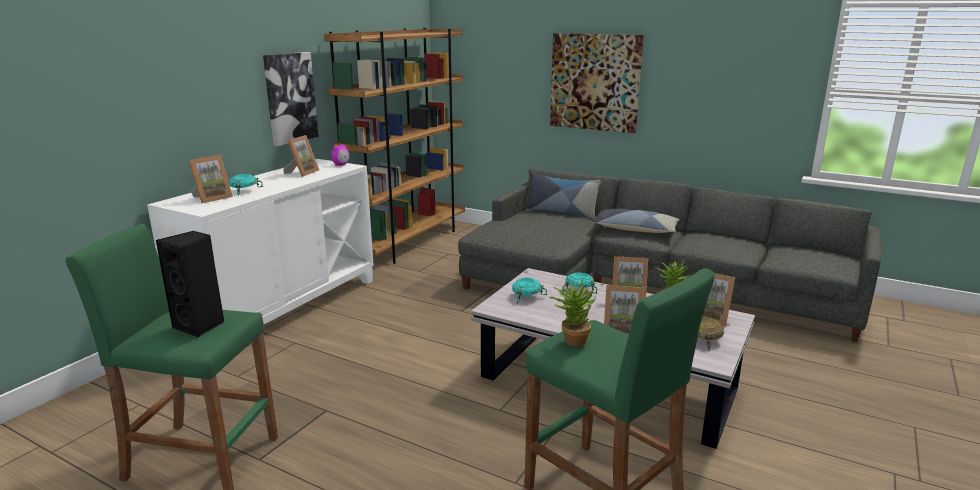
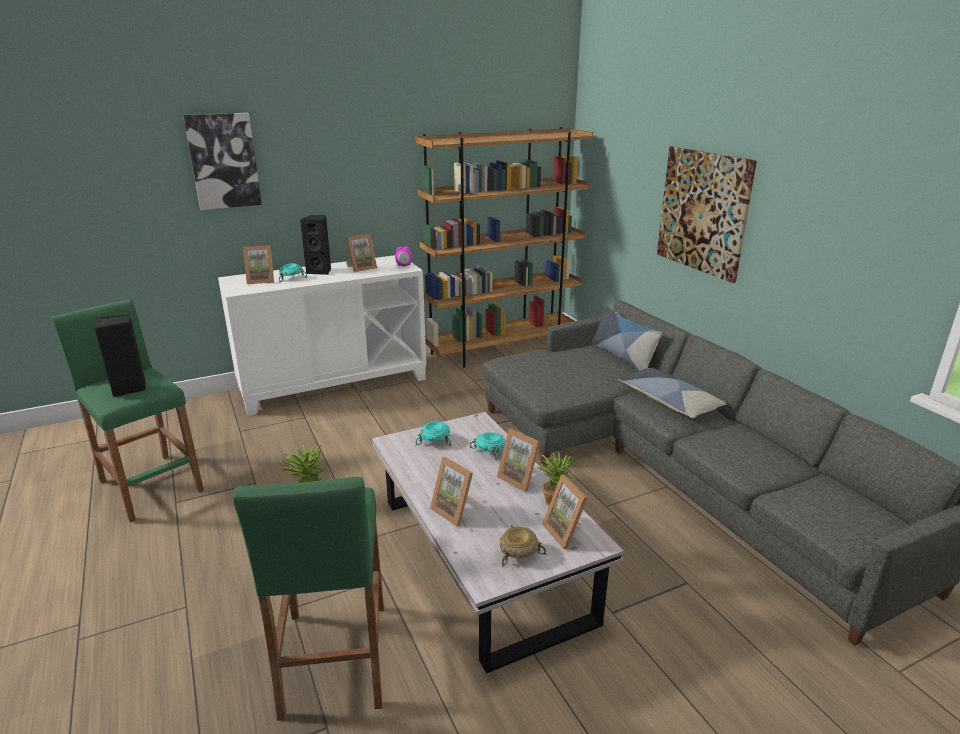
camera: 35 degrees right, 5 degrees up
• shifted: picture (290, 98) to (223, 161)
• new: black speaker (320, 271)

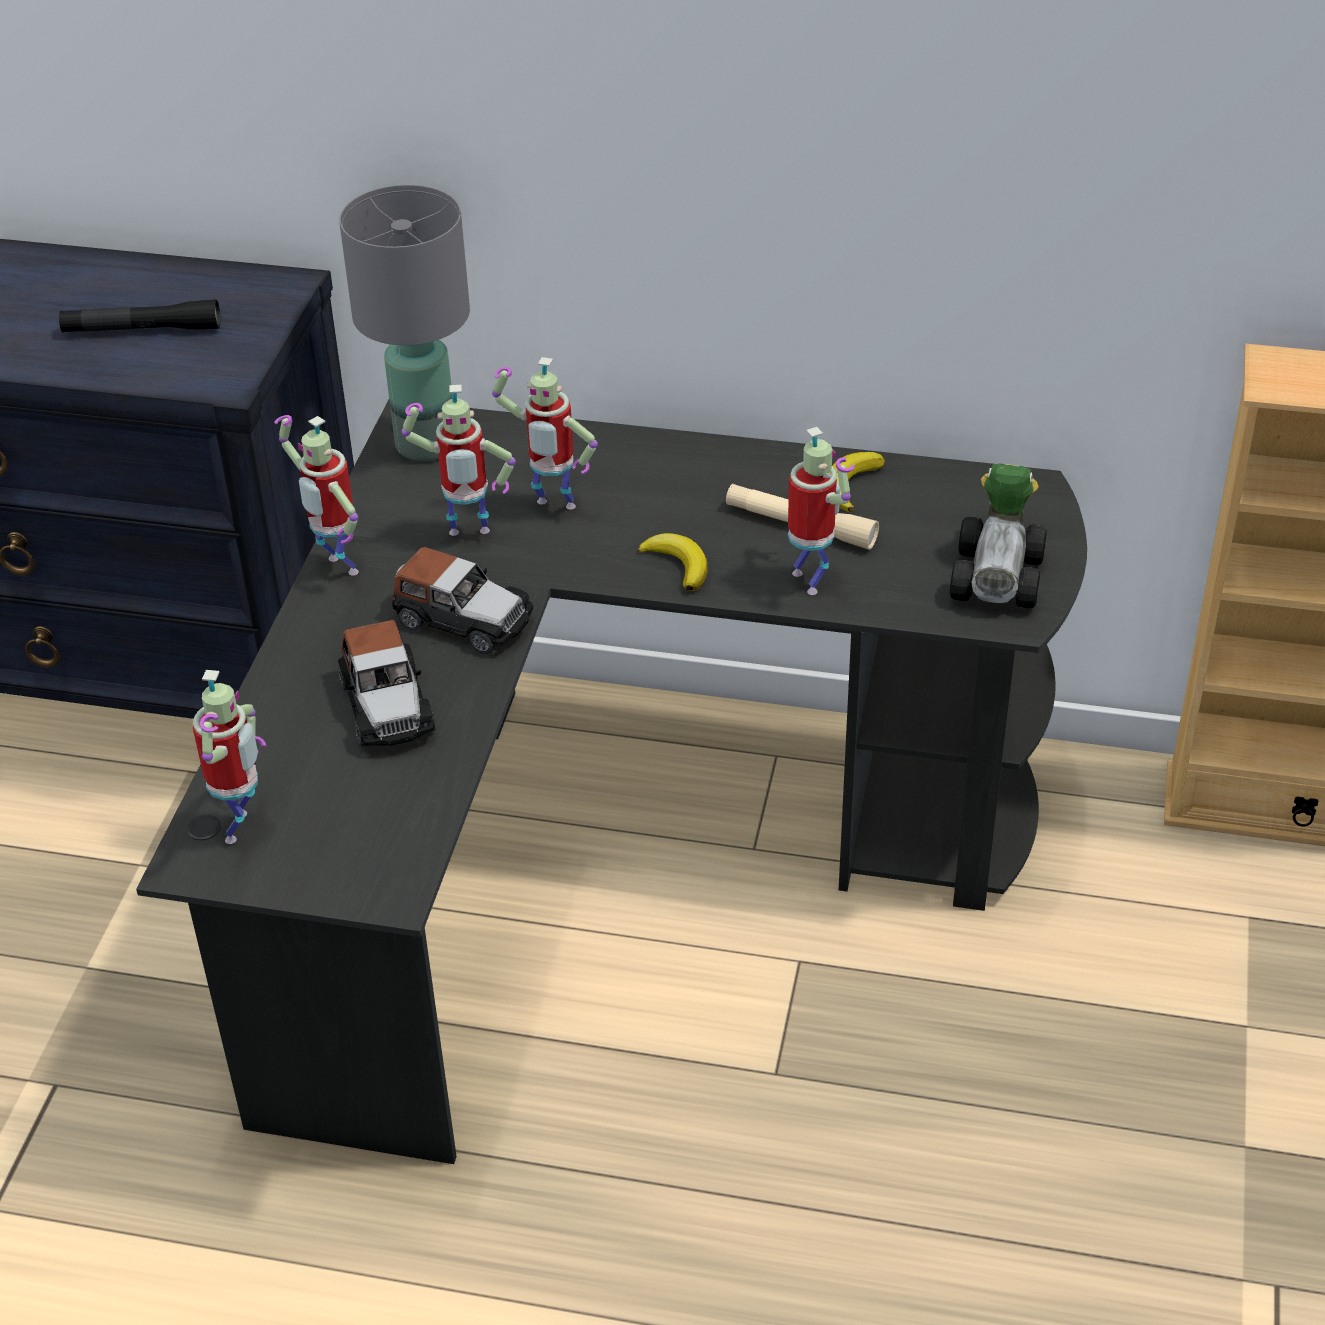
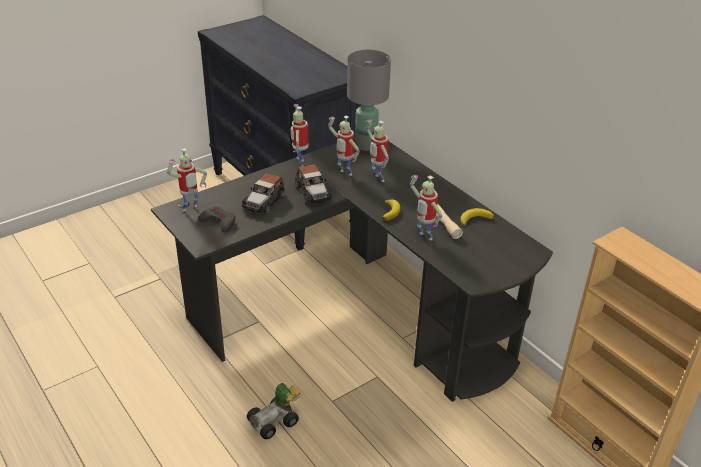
camera: 40 degrees right, 5 degrees down
• gone: black flashlight (142, 330)
• rotated: toy robot (811, 581) = (423, 237) 120 degrees clockwise
• shifted: toy car (1001, 573) to (276, 421)
• new: grey game controller (219, 222)

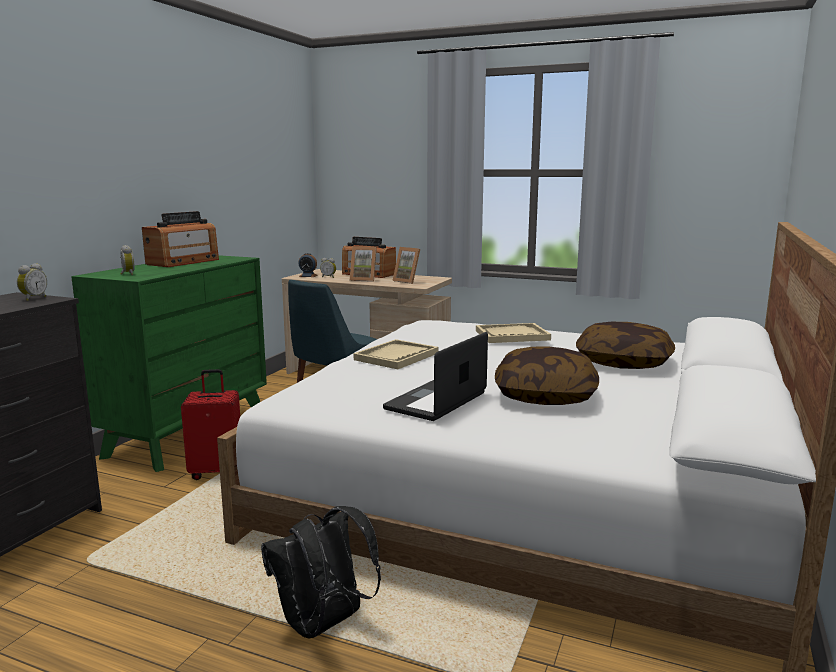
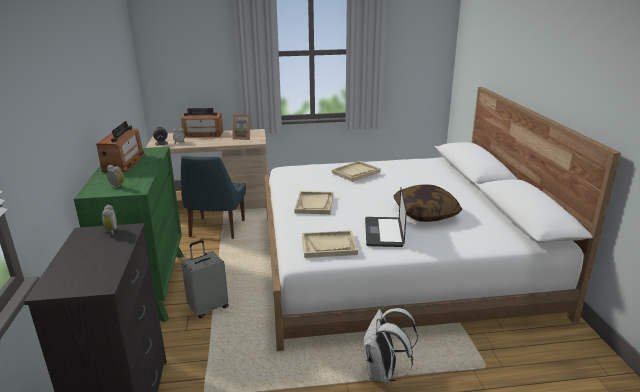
camera: 30 degrees left, 10 degrees up
• gone: picture frame (364, 279)
• gone: pillow (623, 362)
• repainted: red suitcase (217, 472) to grey suitcase (208, 308)
• repainted: black backpack (323, 625) to white backpack (383, 373)
• new: beige tray (329, 245)

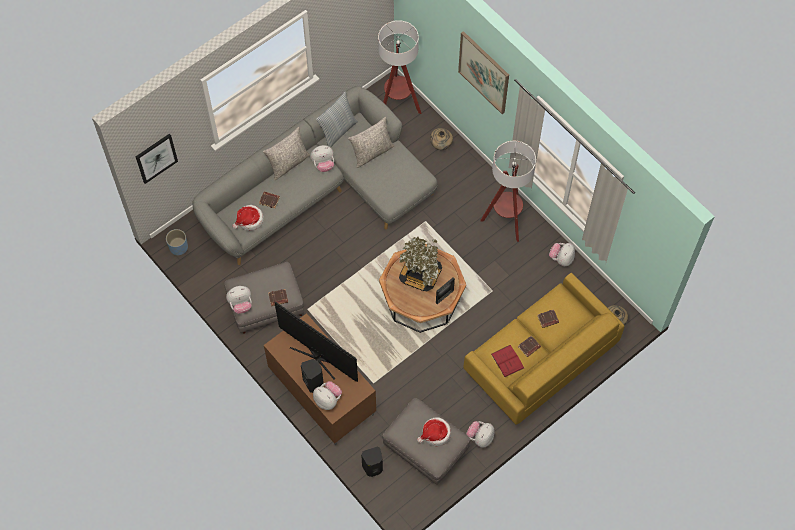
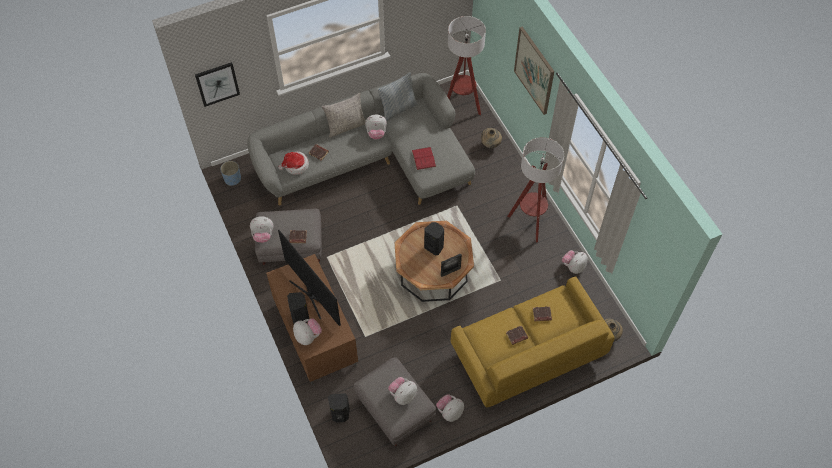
camera: 15 degrees right, 5 degrees down
• gone: grey pillow (372, 152)
• swapped: potted plant (420, 274) to black speaker (434, 247)
• shifted: red book (507, 361) to (423, 158)
• swapped: hat (435, 434) to plush toy (403, 395)

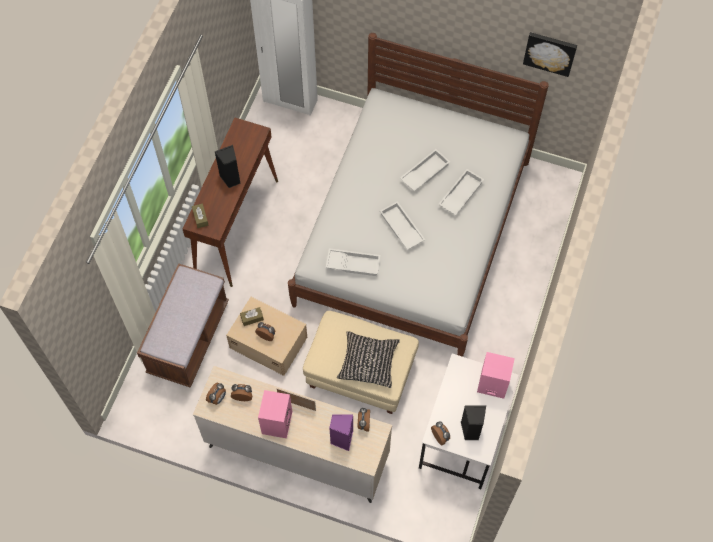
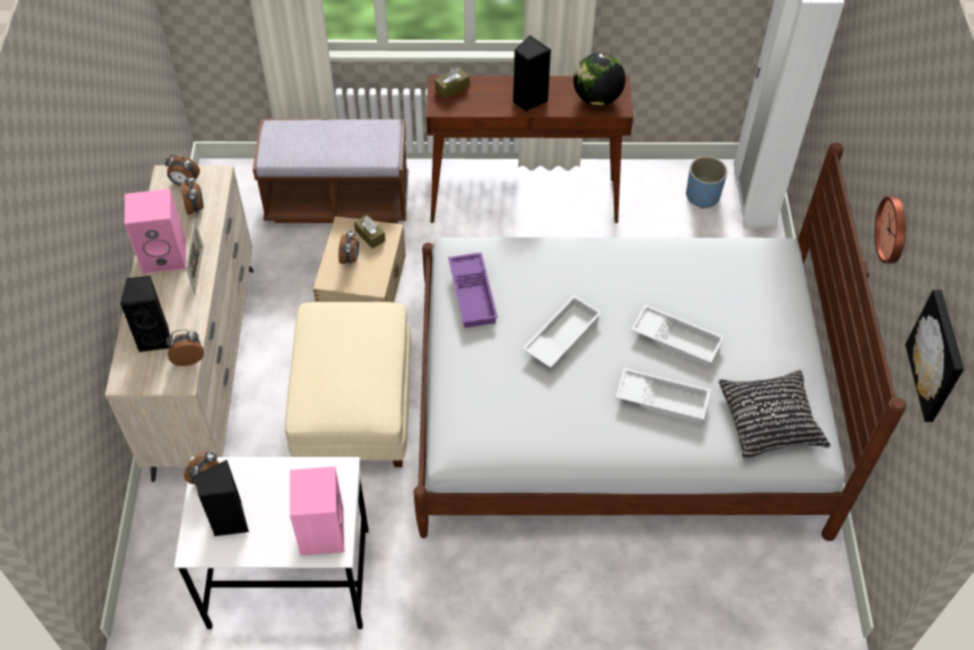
camera: 70 degrees right, 10 degrees down
• repainted: white tray (353, 263) to purple tray (474, 294)
• shifted: black pillow (368, 362) to (770, 420)
• repainted: purple speaker (341, 439) to black speaker (156, 338)
• new: globe (597, 98)
• new: blue planter (702, 196)
• new: wall clock (894, 230)

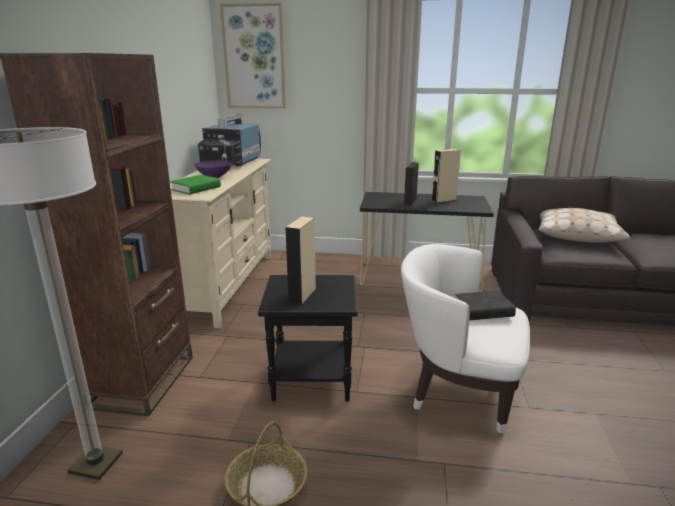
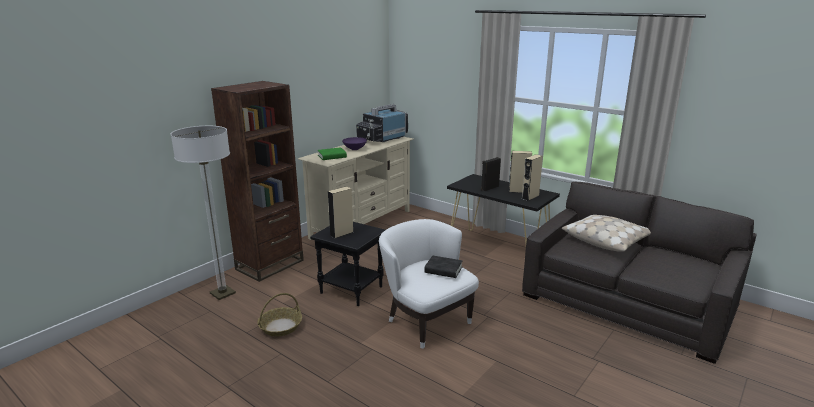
camera: 30 degrees right, 0 degrees up
• gone: picture (254, 57)
• new: beige speaker (530, 197)

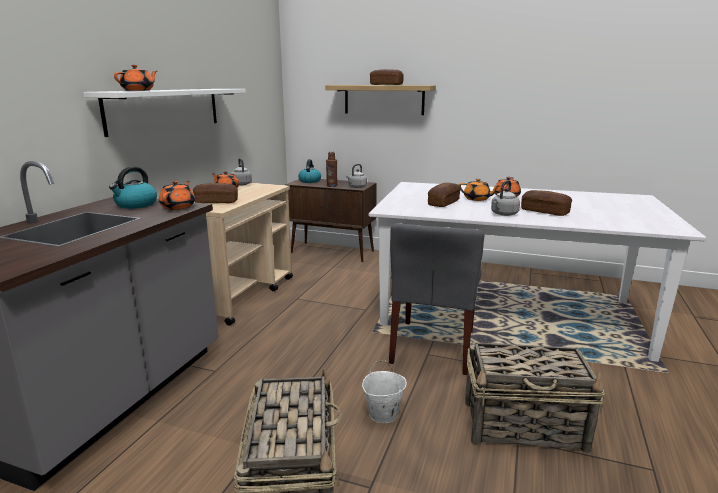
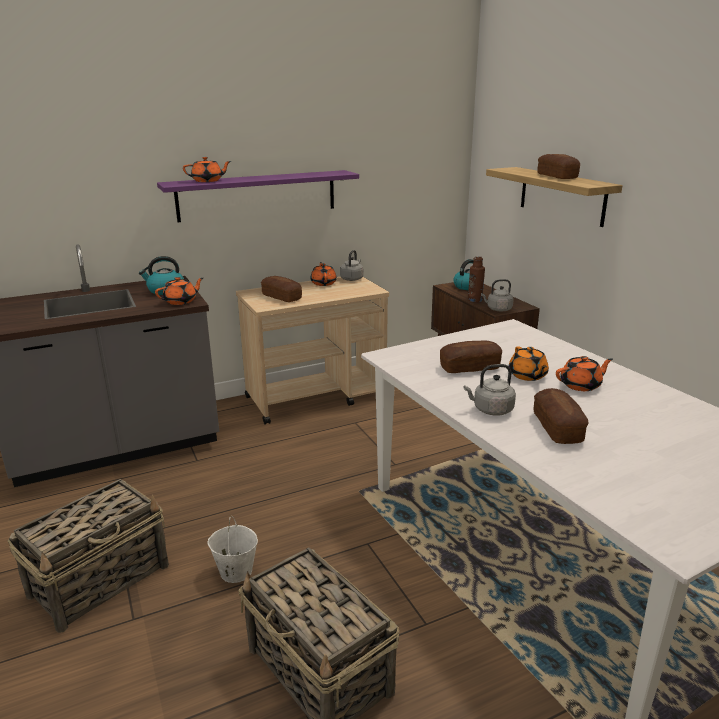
camera: 45 degrees right, 5 degrees up
• repainted: white shelf (165, 109) to purple shelf (258, 195)
• gone: grey chair (433, 347)

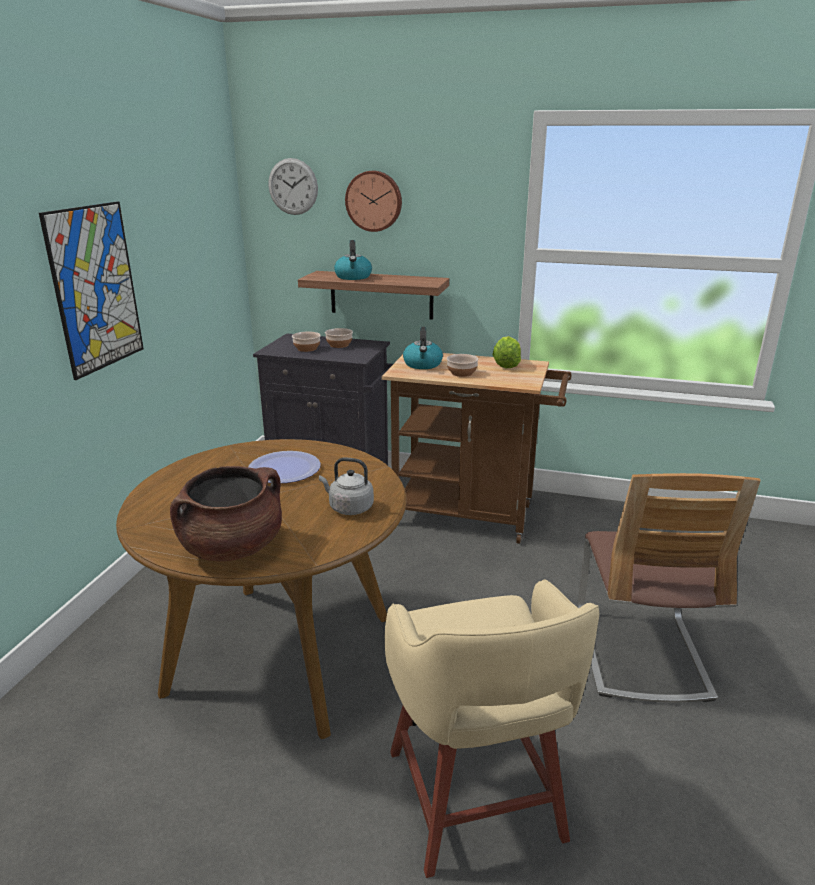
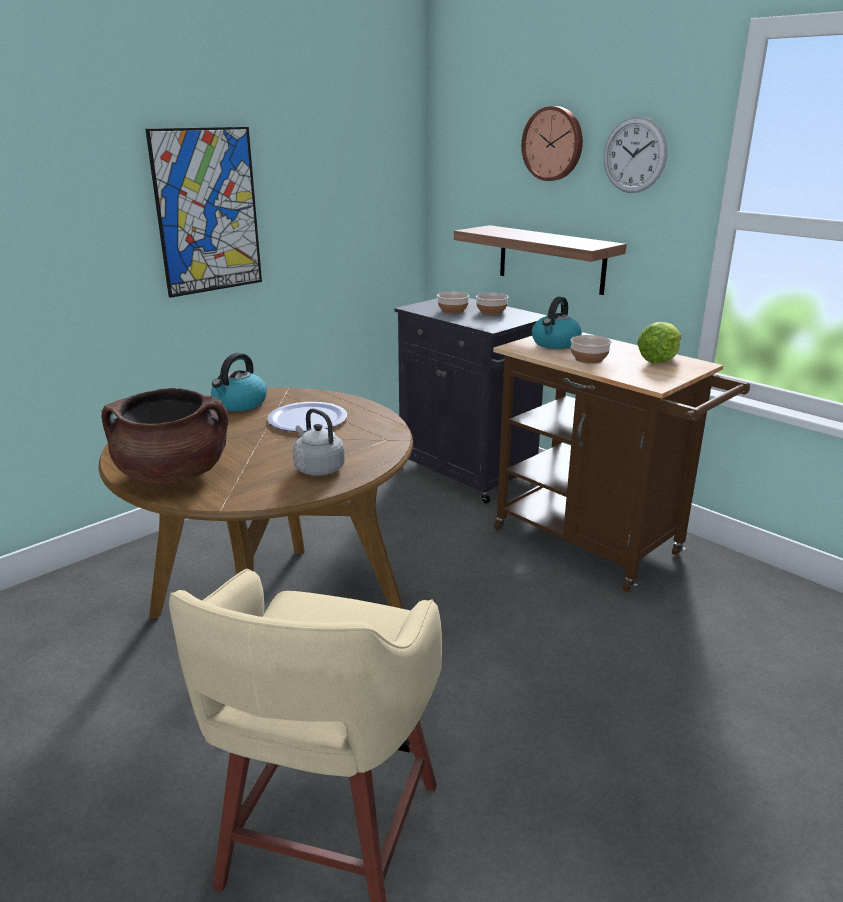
camera: 30 degrees right, 0 degrees up
• shifted: wall clock (293, 186) to (634, 155)
• shifted: kettle (353, 277) to (239, 404)
• gone: chair (640, 653)

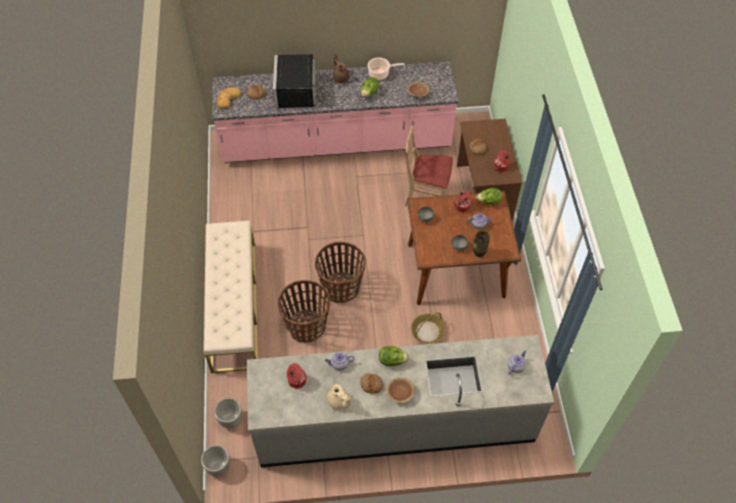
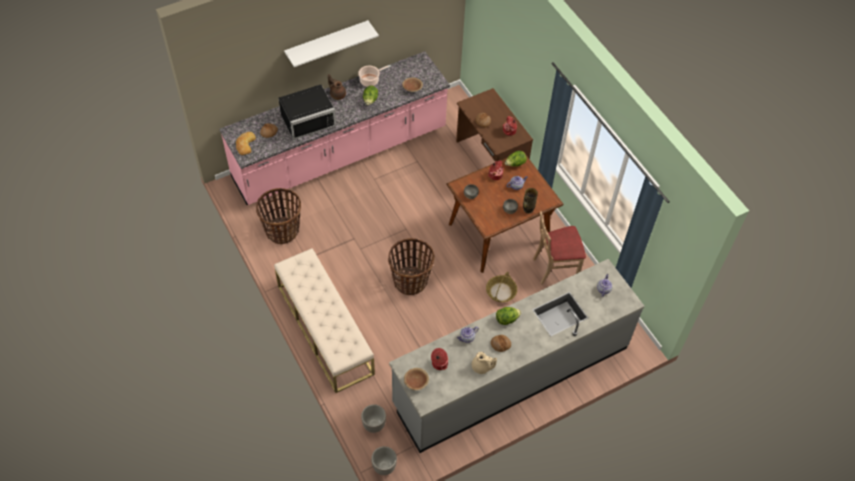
camera: 25 degrees left, 0 degrees up
• rotated: black microwave (299, 92) = (307, 118) 90 degrees counterclockwise
• shifted: beige chair (426, 196) to (555, 268)
• shifted: basket (306, 326) to (282, 231)
• shifted: brown bowl (400, 393) to (416, 382)
• new: white shelf (327, 42)

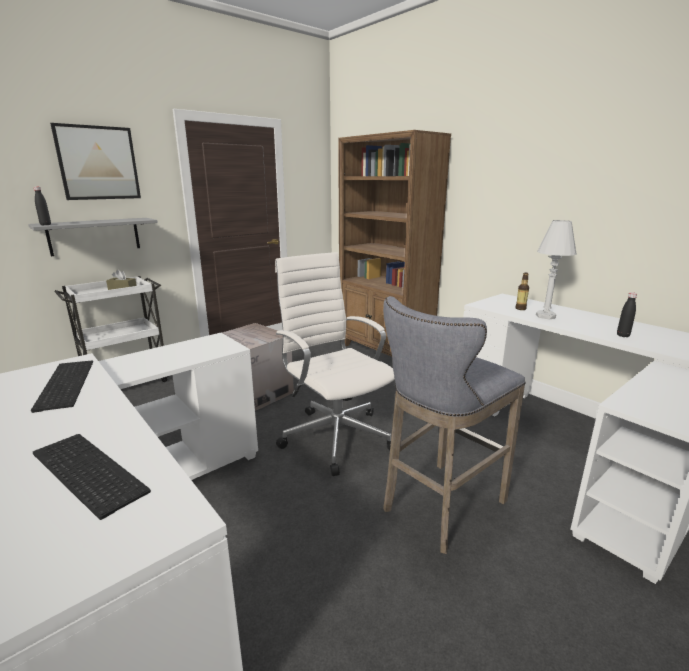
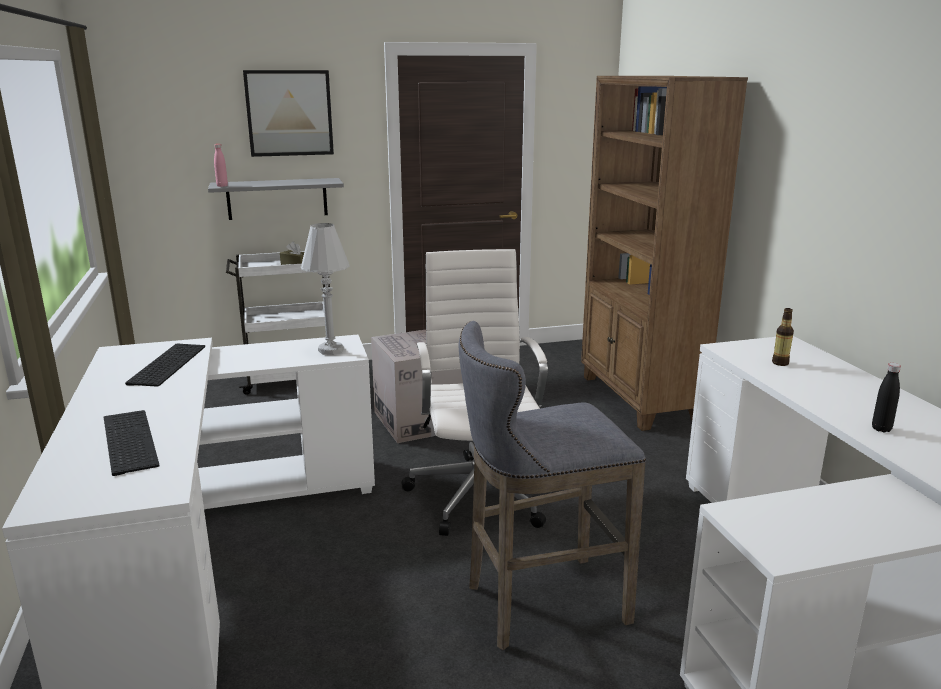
camera: 25 degrees right, 0 degrees up
• repainted: black bottle (45, 225) to pink bottle (222, 186)
• shifted: white table lamp (545, 316) to (330, 350)

